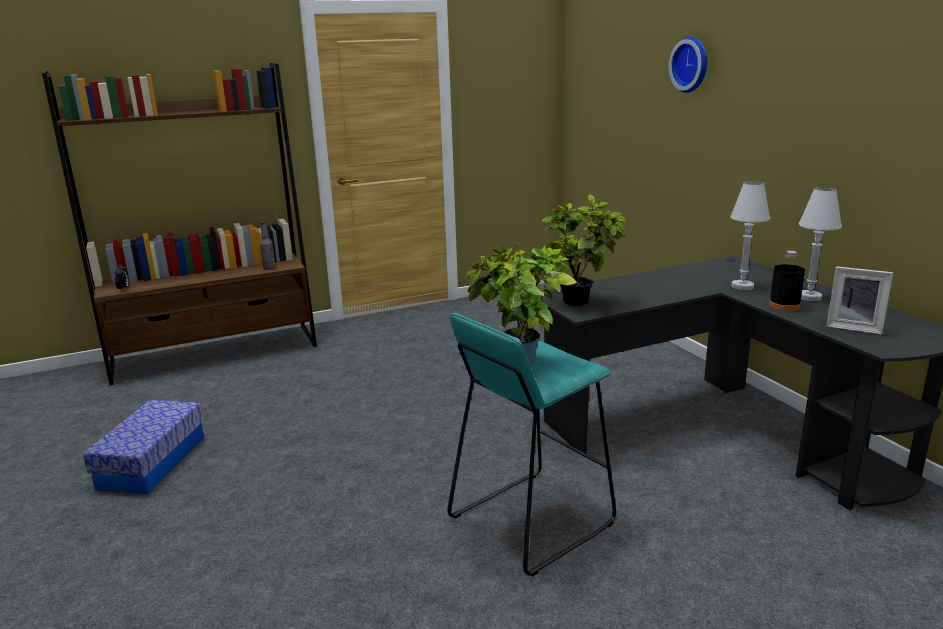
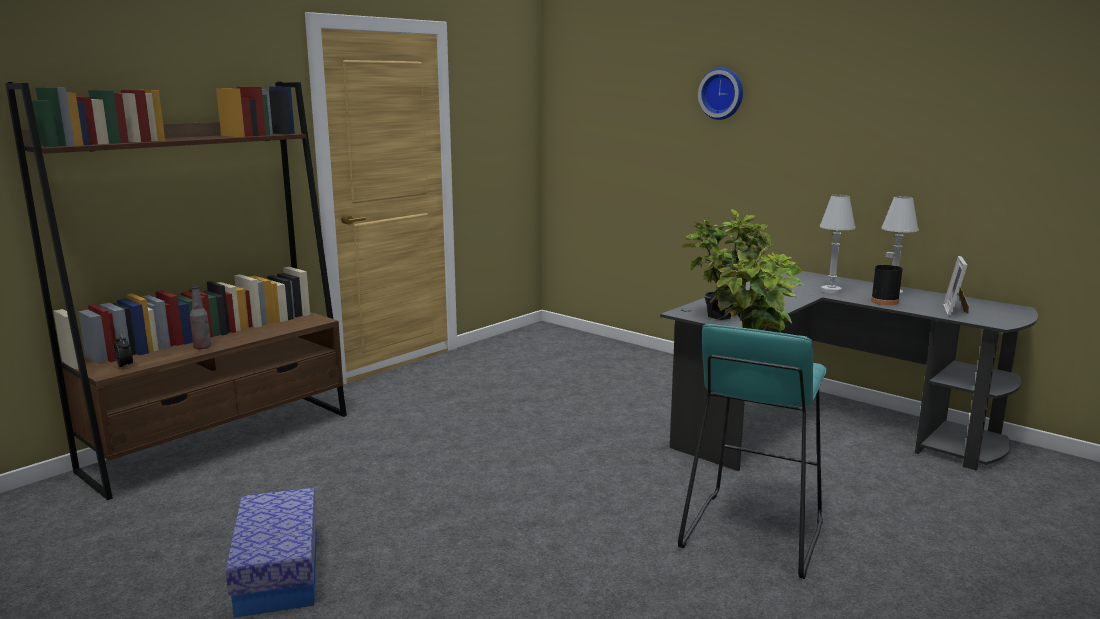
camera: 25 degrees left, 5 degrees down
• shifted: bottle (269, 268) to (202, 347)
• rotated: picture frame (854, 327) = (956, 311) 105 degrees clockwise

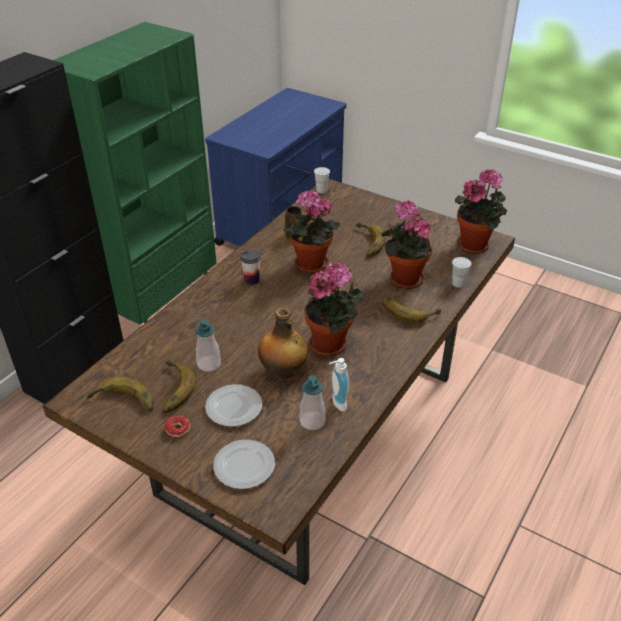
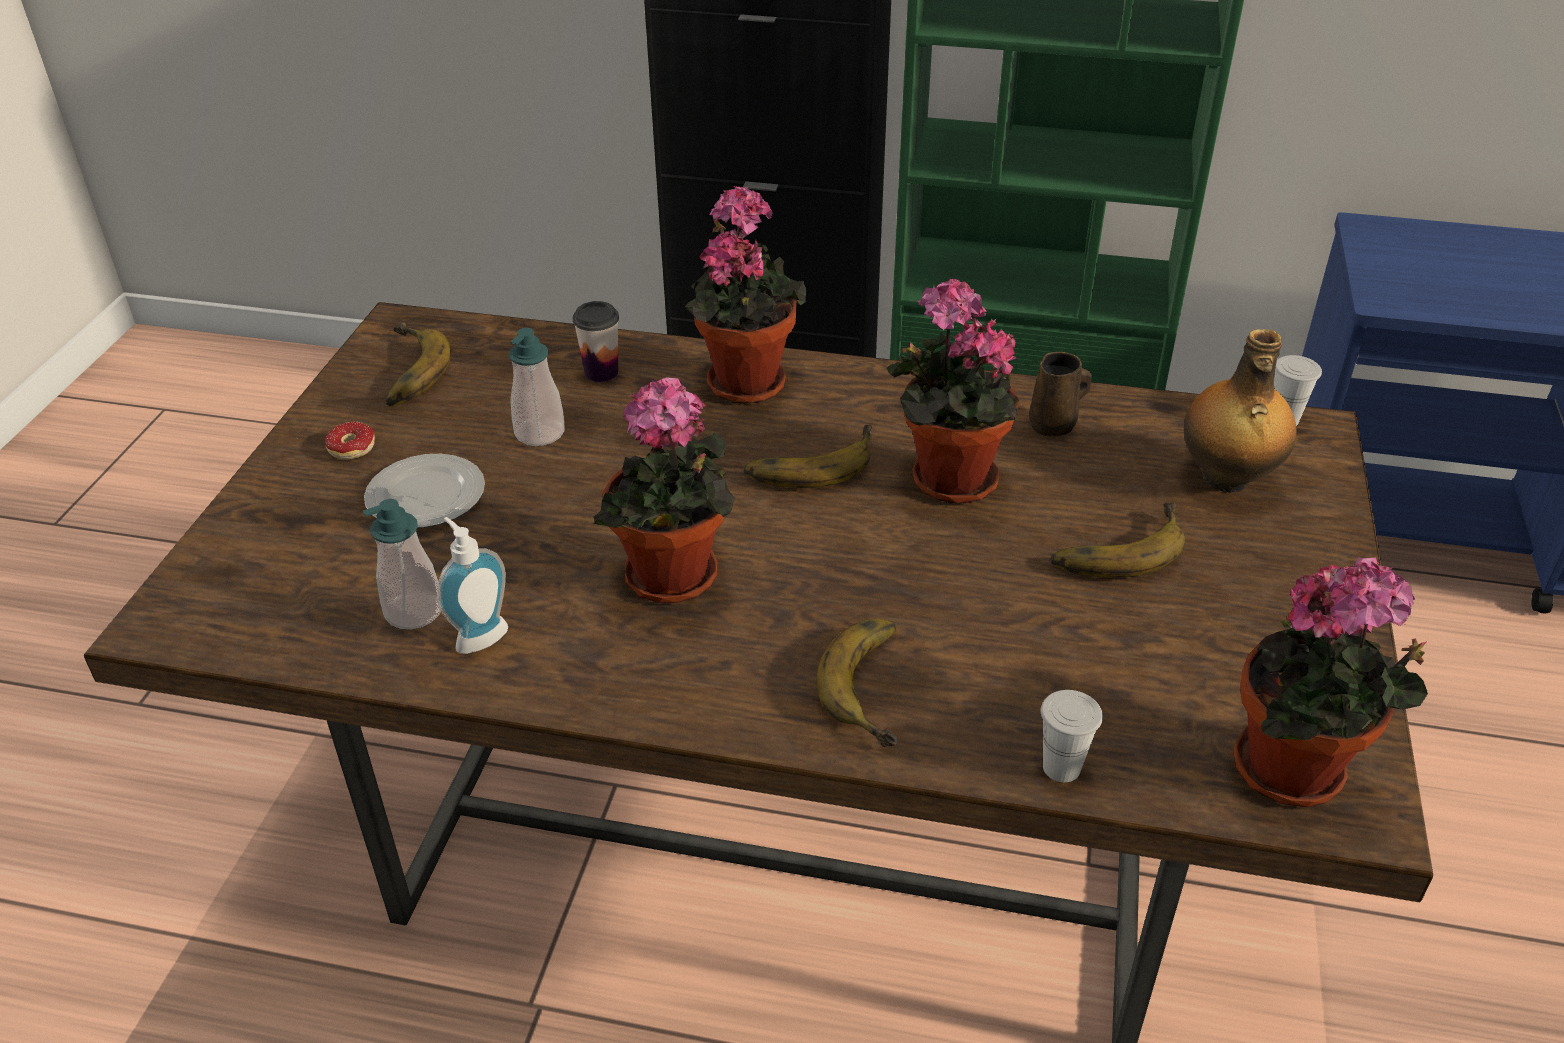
camera: 70 degrees right, 0 degrees up
• shifted: potted plant (403, 279) to (745, 379)
• shifted: cup (252, 280) to (601, 372)
• shifted: bottle (283, 371) to (1226, 479)
• shifted: banana (170, 390) to (809, 462)
• gone: plate (244, 466)

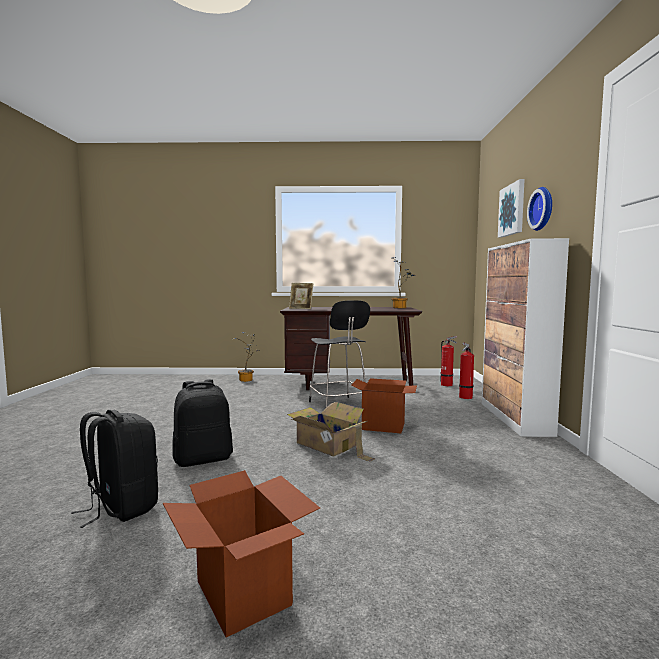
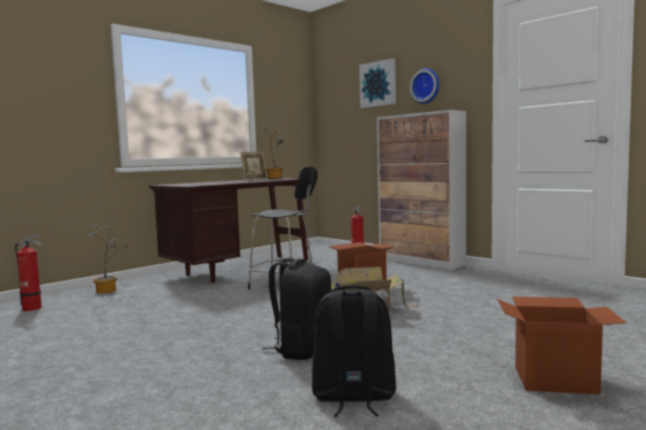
camera: 45 degrees left, 0 degrees up
• shifted: picture frame (301, 308) to (254, 179)
• shifted: fire extinguisher (447, 385) to (34, 308)

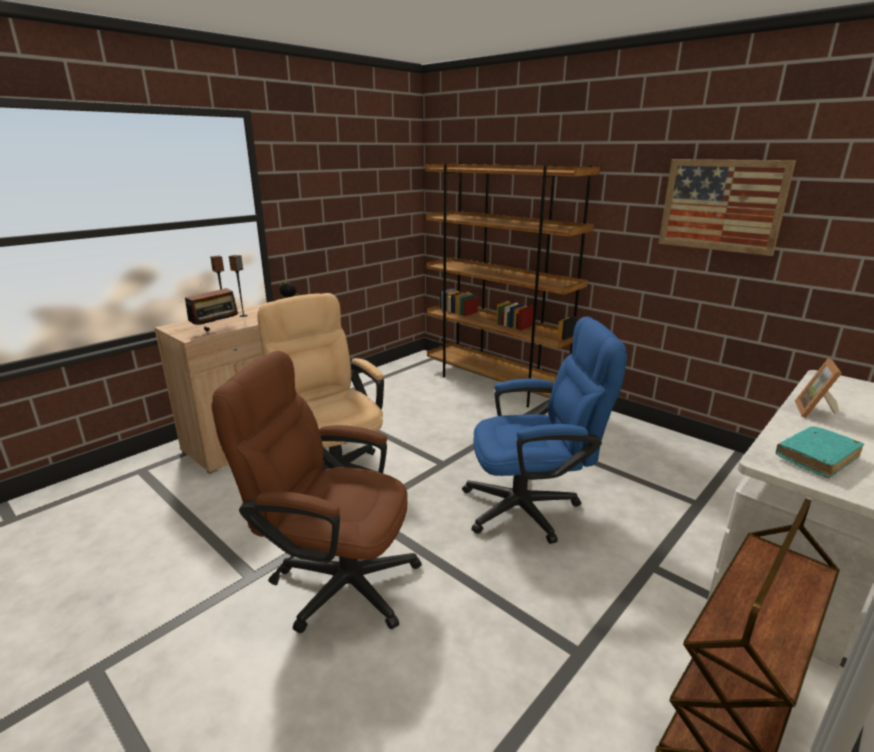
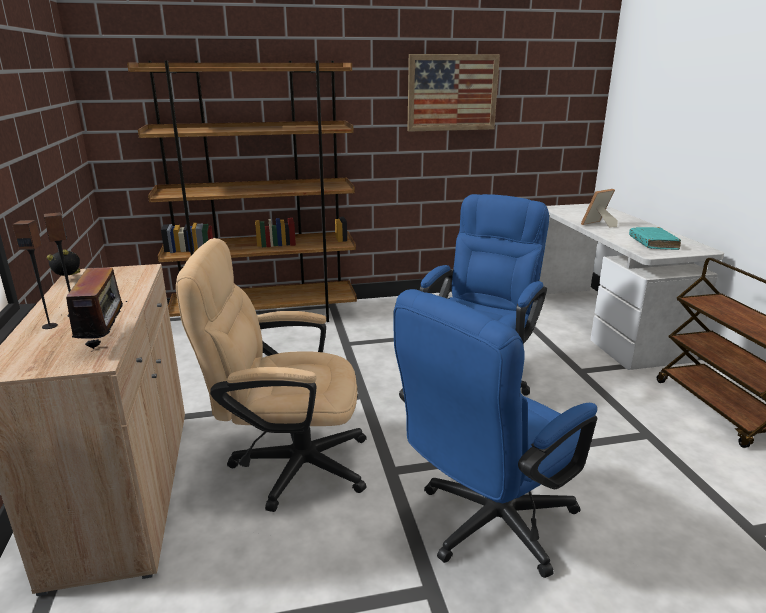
camera: 55 degrees left, 0 degrees up
• repainted: brown office chair (335, 580) to blue office chair (486, 526)
• rotated: picture frame (816, 412) = (598, 225) 90 degrees clockwise

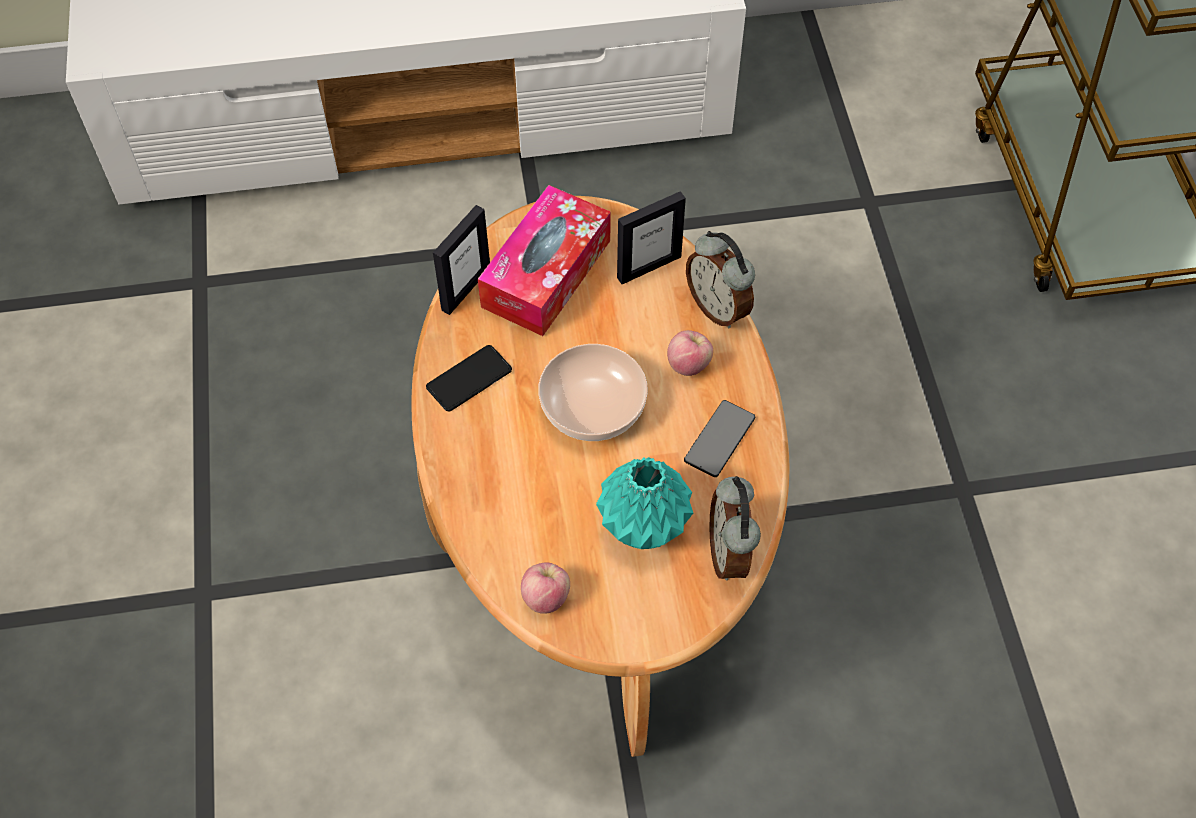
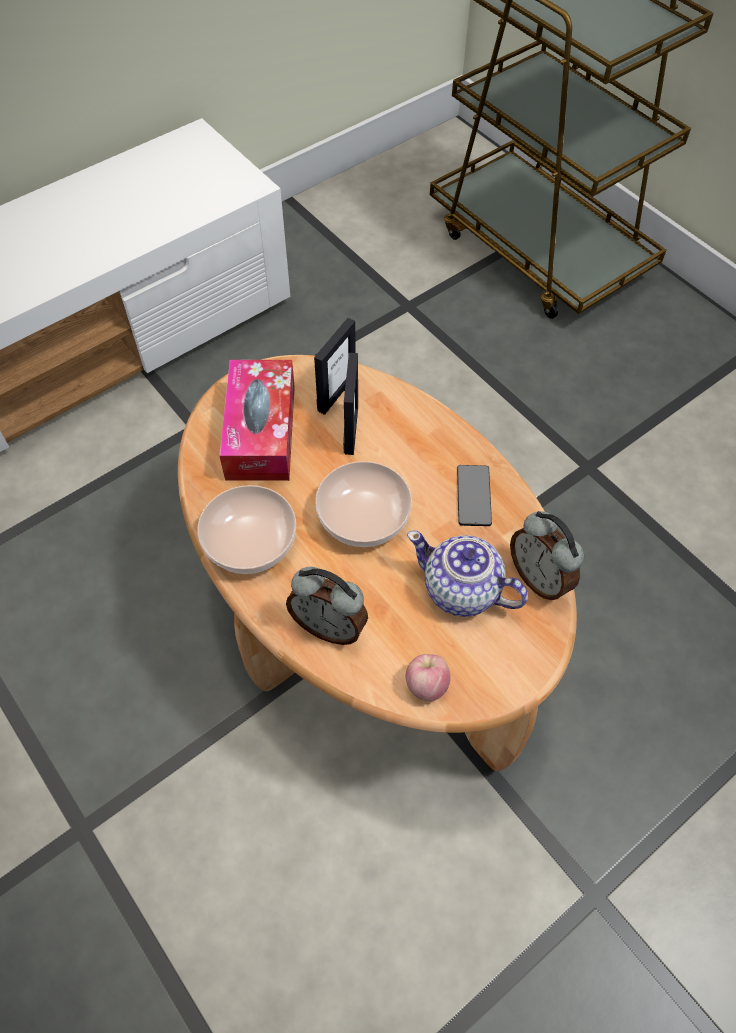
camera: 30 degrees left, 0 degrees up
• shifted: picture frame (465, 288) to (351, 430)
• shifted: alarm clock (718, 308) to (329, 626)
• gone: apple (688, 364)
• swapped: phone (469, 379) to bowl (251, 540)
• swapped: turquoise vase (642, 527) to teapot (462, 590)

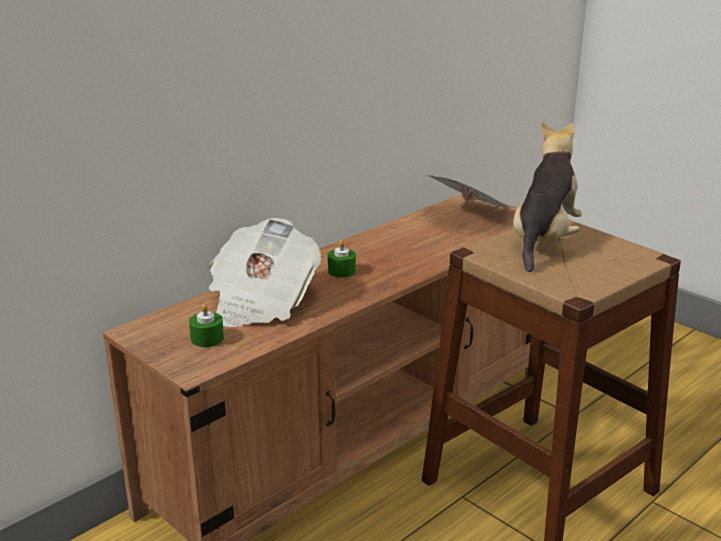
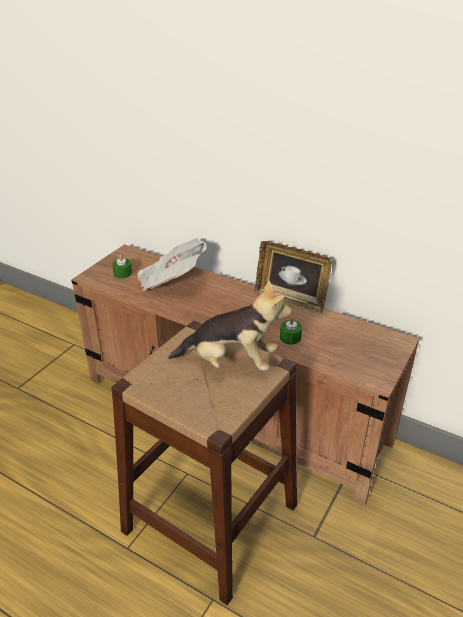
camera: 75 degrees right, 10 degrees up
• gone: newspaper (471, 217)
• shifted: green candle (341, 271) to (290, 337)
• new: picture frame (291, 299)

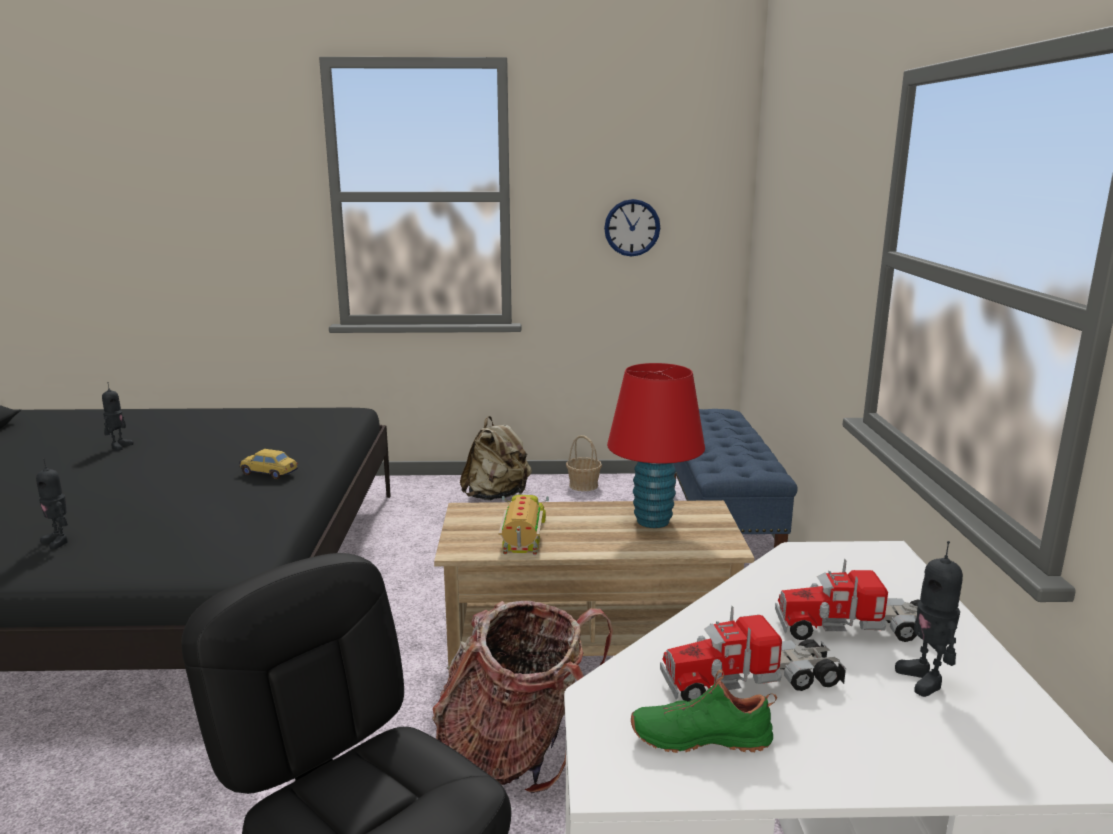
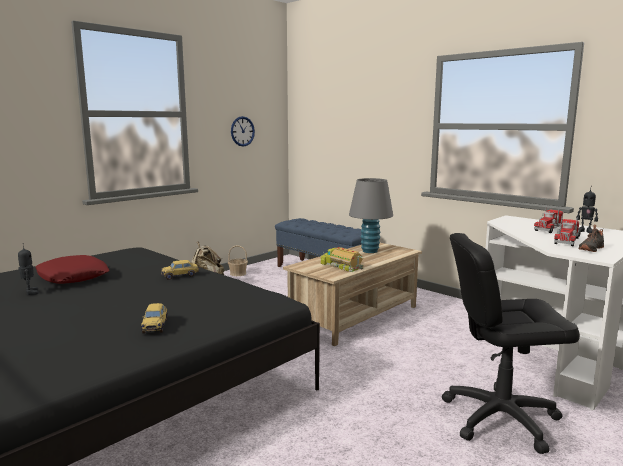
camera: 45 degrees left, 5 degrees down
• repainted: red table lamp (653, 521) to grey table lamp (370, 251)
• swapped: toy robot (58, 541) to toy car (155, 326)
• gone: backpack (517, 752)
• repainted: green shoe (700, 736) to black shoe (590, 249)
• new: red pillow (72, 276)

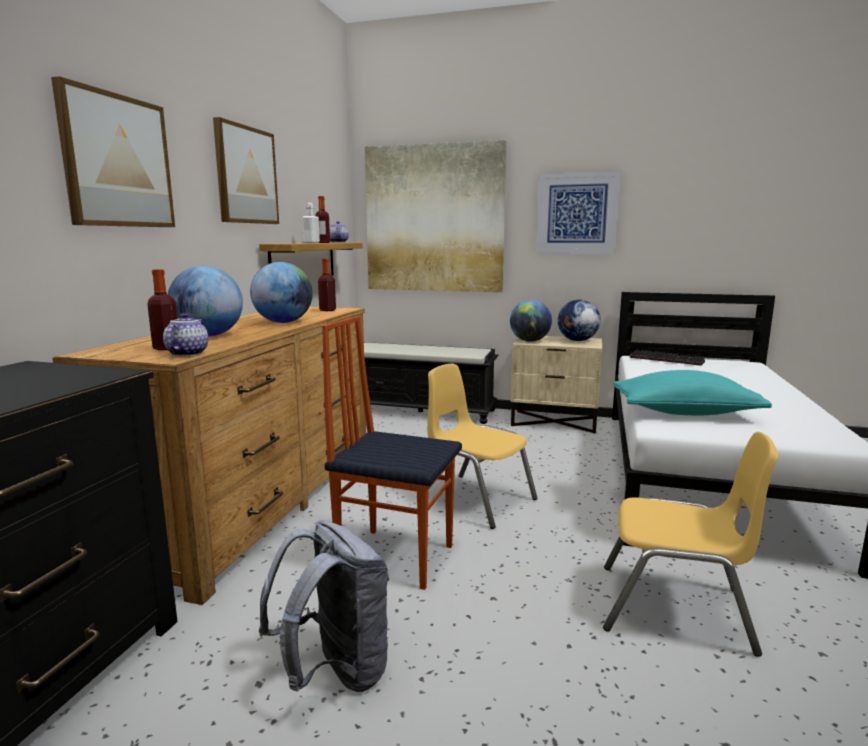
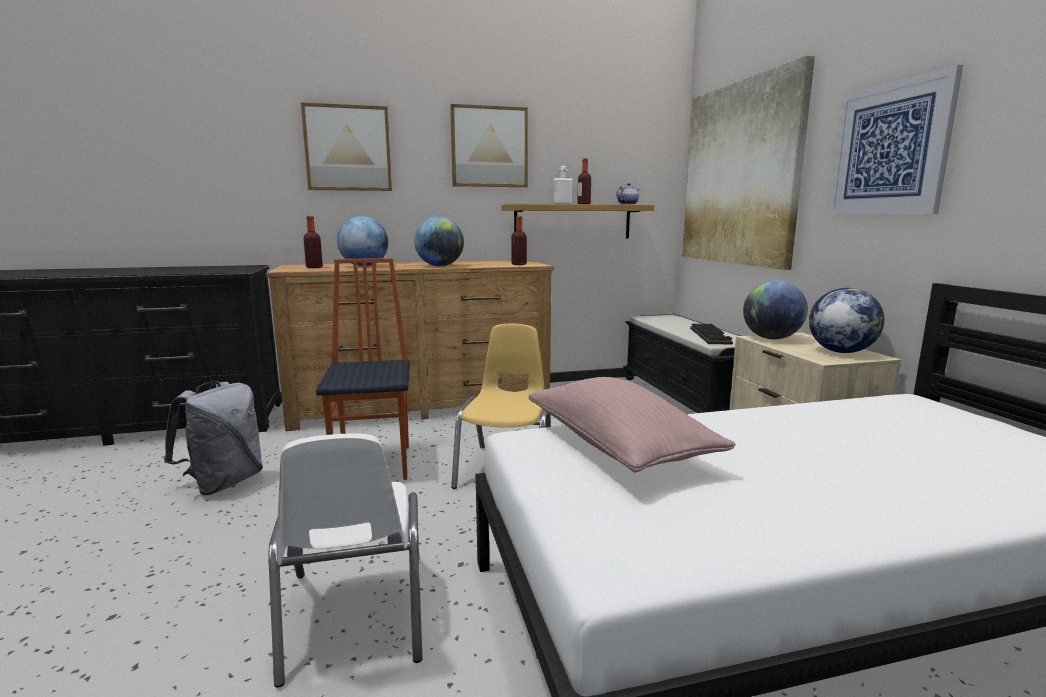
camera: 60 degrees right, 0 degrees up
• gone: teapot (187, 353)
• shifted: keyboard (668, 359) to (712, 336)
• repainted: turquoise pillow (684, 412) to pink pillow (618, 447)
• repainted: yellow chair (675, 609) to white chair (354, 615)

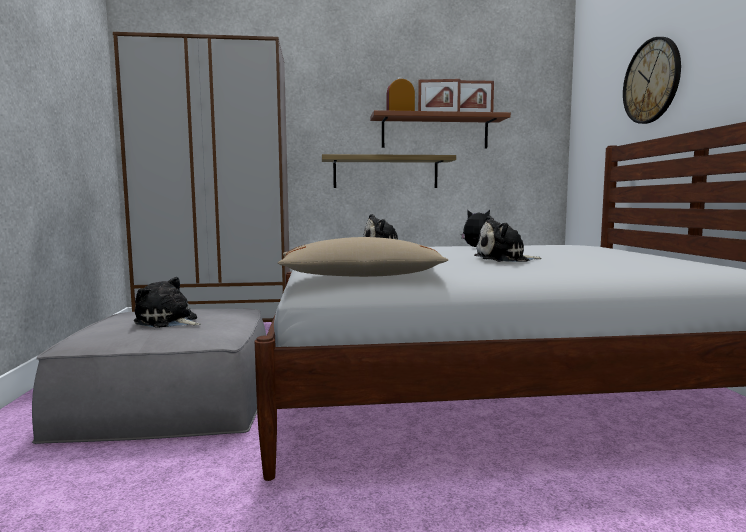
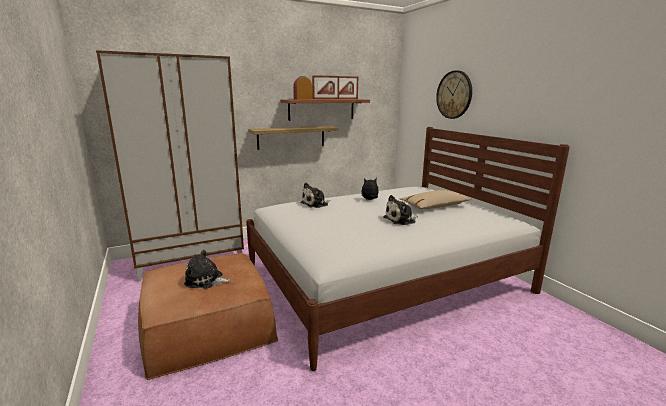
camera: 20 degrees left, 10 degrees up
• shifted: beige pillow (362, 275) to (435, 206)
• repainted: grey ottoman (172, 397) to brown ottoman (208, 323)

